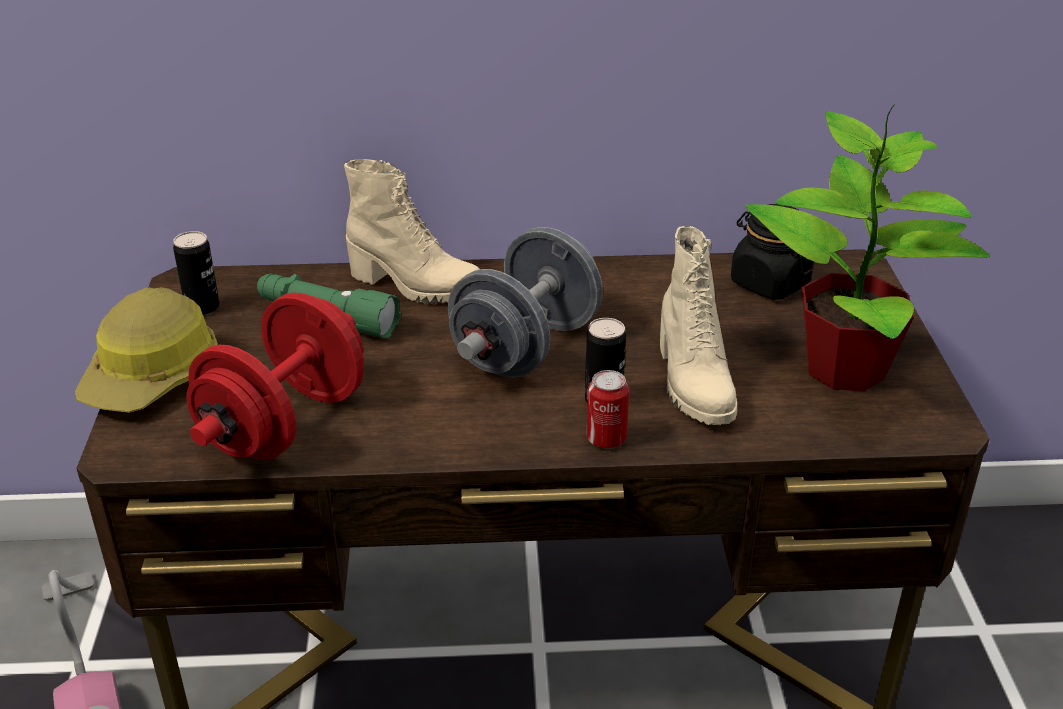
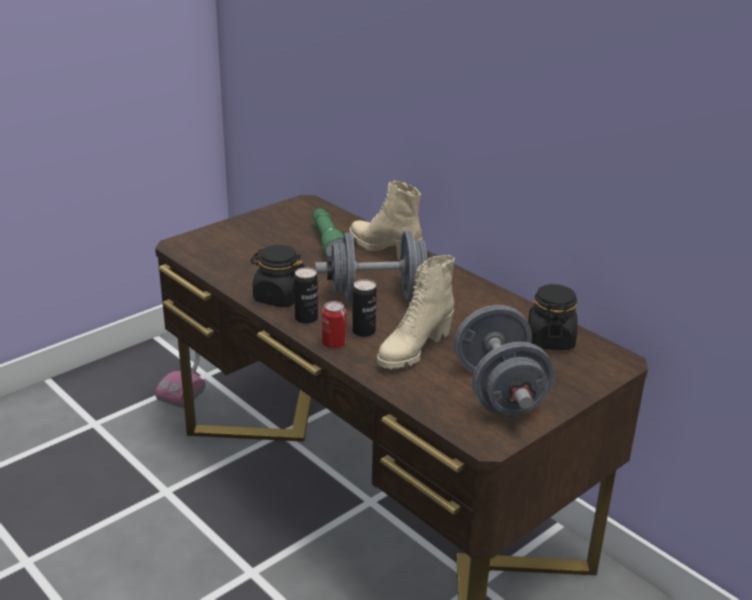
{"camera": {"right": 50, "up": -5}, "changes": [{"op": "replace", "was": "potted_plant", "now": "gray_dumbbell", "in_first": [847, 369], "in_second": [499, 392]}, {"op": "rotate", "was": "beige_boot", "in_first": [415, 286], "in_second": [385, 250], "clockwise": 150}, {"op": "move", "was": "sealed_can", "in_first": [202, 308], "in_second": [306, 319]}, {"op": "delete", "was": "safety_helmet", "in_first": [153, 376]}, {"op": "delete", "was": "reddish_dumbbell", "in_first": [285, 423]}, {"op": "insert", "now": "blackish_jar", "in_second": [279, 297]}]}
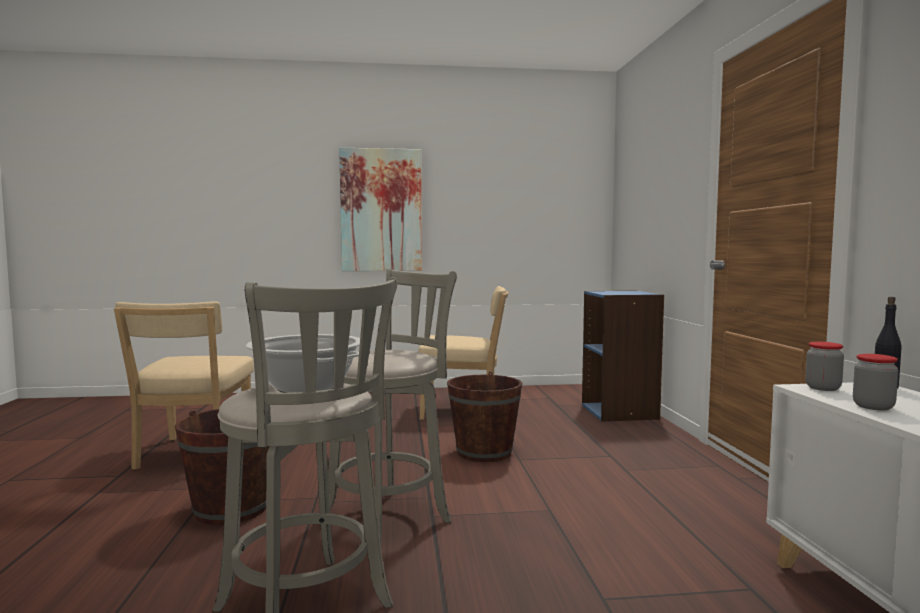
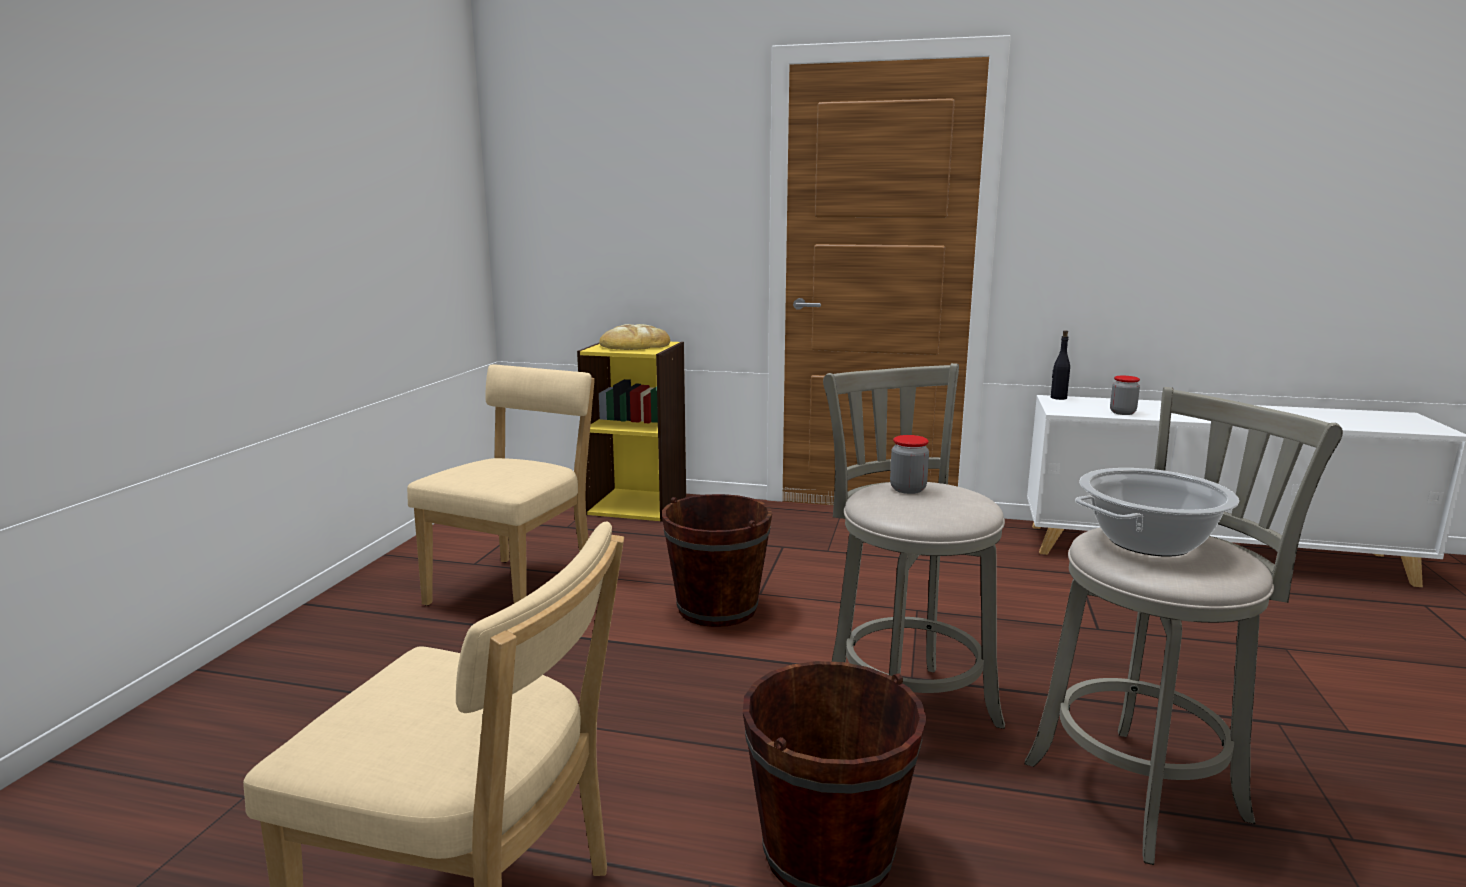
{"camera": {"right": -70, "up": 10}, "changes": [{"op": "delete", "was": "picture", "in_first": [381, 210]}, {"op": "recolor", "was": "bluish_bookcase", "now": "yellow-coloured_bookcase", "in_first": [620, 412], "in_second": [637, 504]}, {"op": "move", "was": "jar", "in_first": [823, 388], "in_second": [908, 489]}, {"op": "insert", "now": "baked_bread", "in_second": [634, 345]}]}
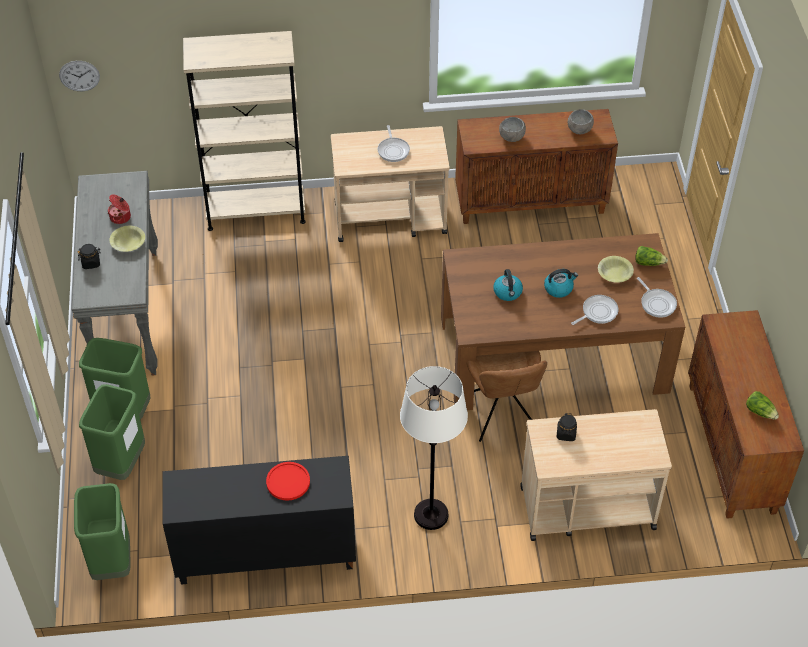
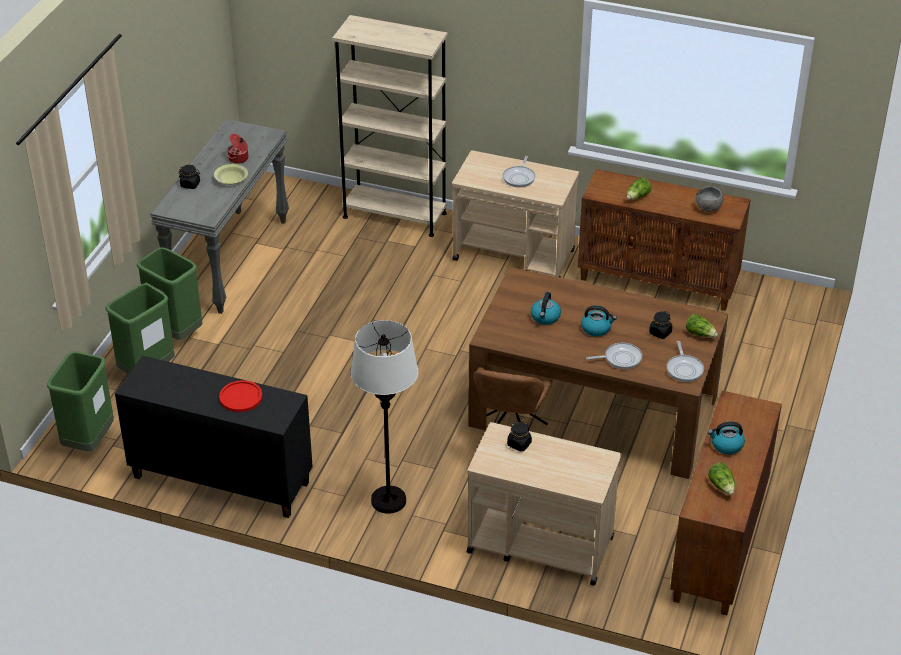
{"camera": {"right": 25, "up": -10}, "changes": [{"op": "delete", "was": "hanging_clock", "in_first": [79, 76]}, {"op": "replace", "was": "gray_deep_dish", "now": "head_of_lettuce", "in_first": [512, 137], "in_second": [637, 197]}, {"op": "replace", "was": "yellow-coloured_deep_dish", "now": "blackish_jar", "in_first": [614, 273], "in_second": [660, 333]}, {"op": "insert", "now": "tea_kettle", "in_second": [726, 445]}]}
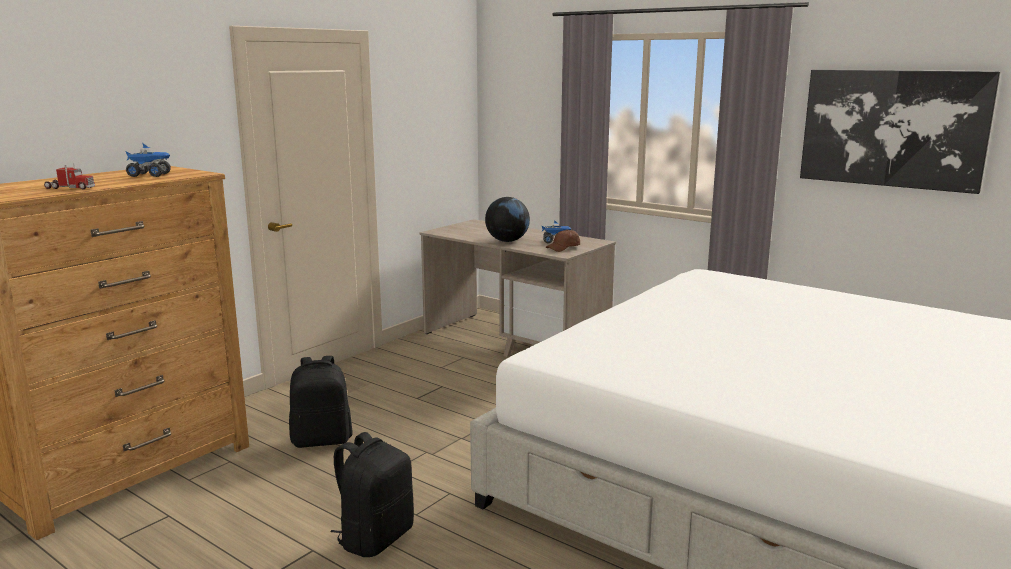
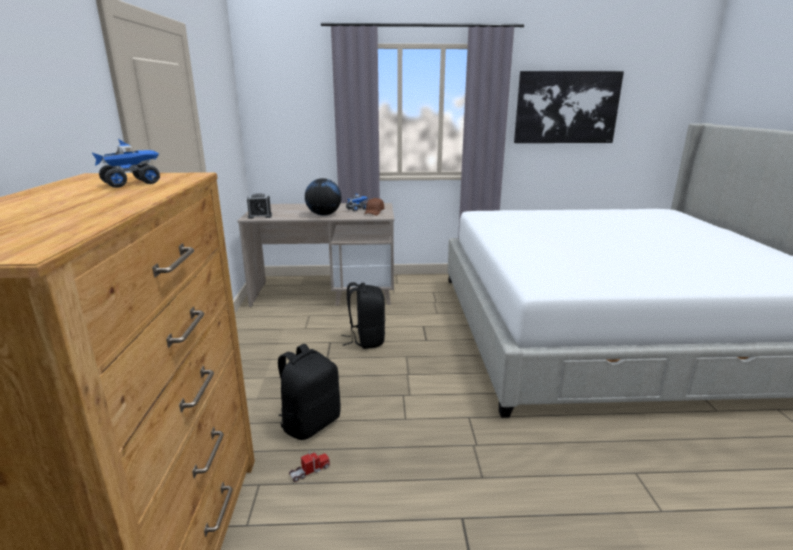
{"camera": {"right": -40, "up": 5}, "changes": [{"op": "move", "was": "model_truck", "in_first": [70, 188], "in_second": [310, 471]}, {"op": "move", "was": "blackish_knapsack", "in_first": [375, 538], "in_second": [366, 340]}, {"op": "insert", "now": "table_clock", "in_second": [260, 216]}]}
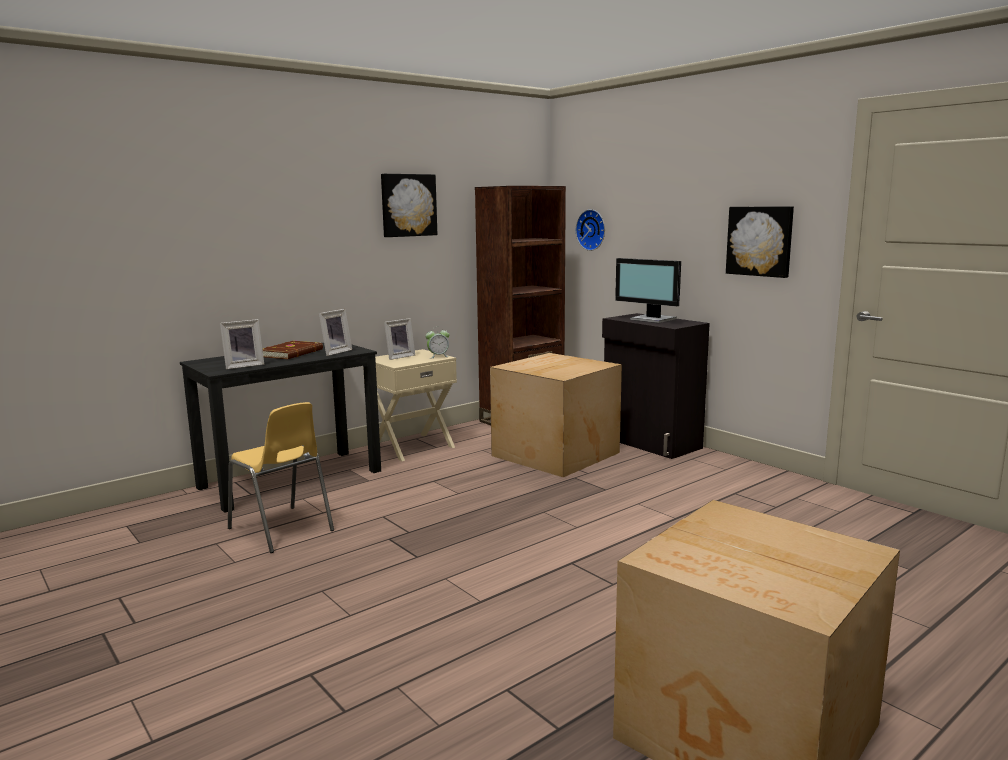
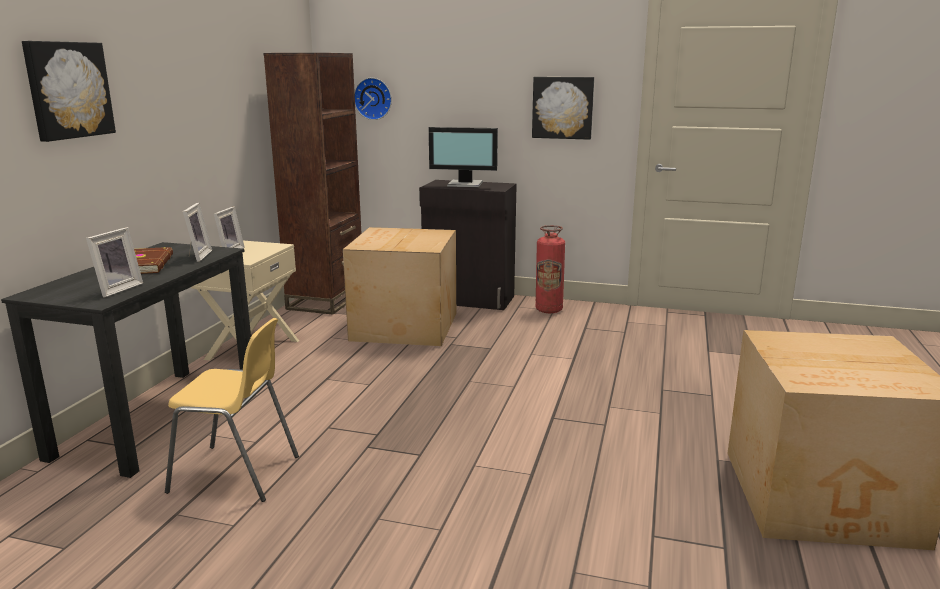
{"camera": {"right": -35, "up": 5}, "changes": [{"op": "move", "was": "picture", "in_first": [408, 205], "in_second": [68, 90]}, {"op": "delete", "was": "table_clock", "in_first": [438, 356]}, {"op": "insert", "now": "fire_extinguisher", "in_second": [549, 310]}]}
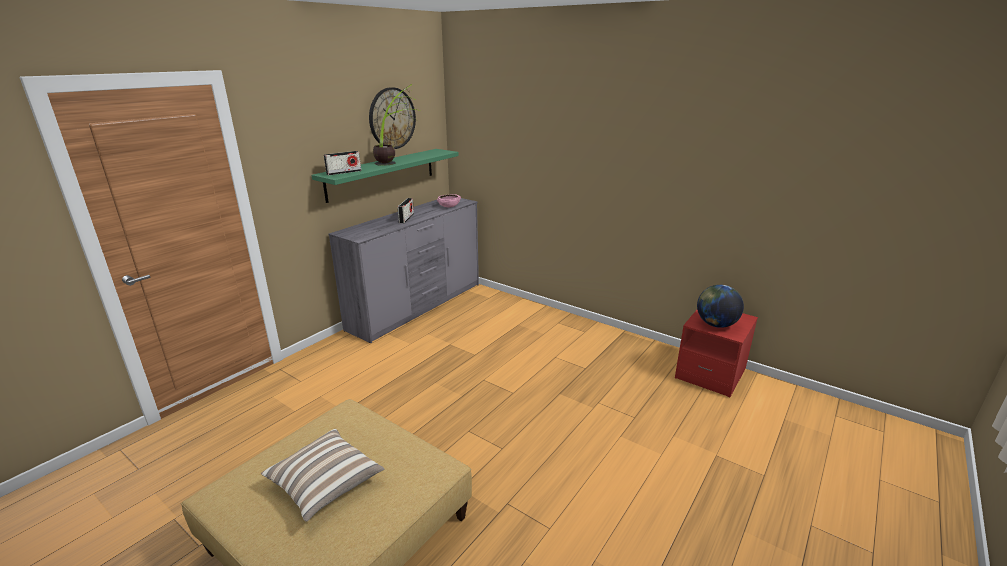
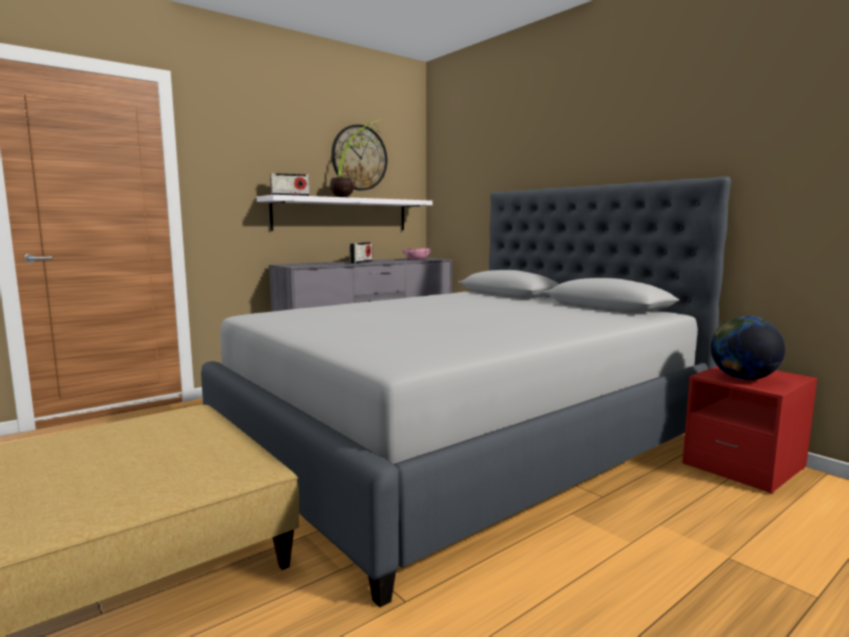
{"camera": {"right": 15, "up": -15}, "changes": [{"op": "recolor", "was": "green-coloured_bracket_shelf", "now": "white-coloured_bracket_shelf", "in_first": [382, 174], "in_second": [342, 214]}, {"op": "delete", "was": "throw_pillow", "in_first": [325, 484]}, {"op": "insert", "now": "gray_bed", "in_second": [462, 442]}]}
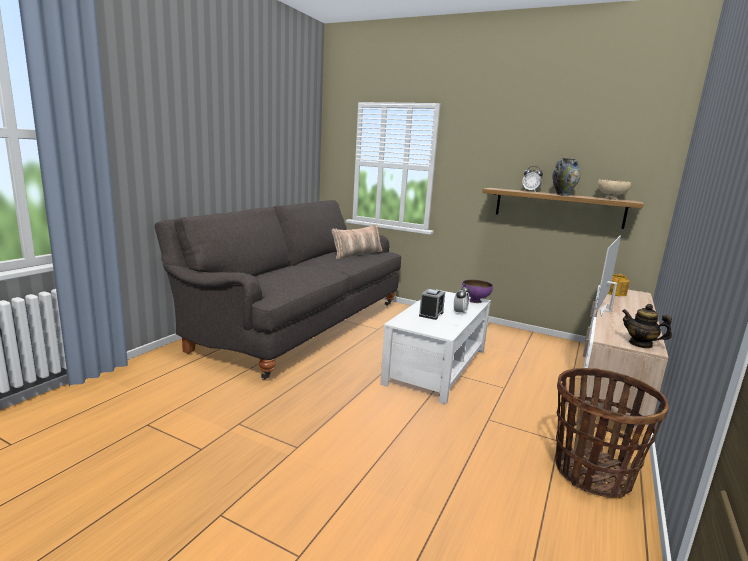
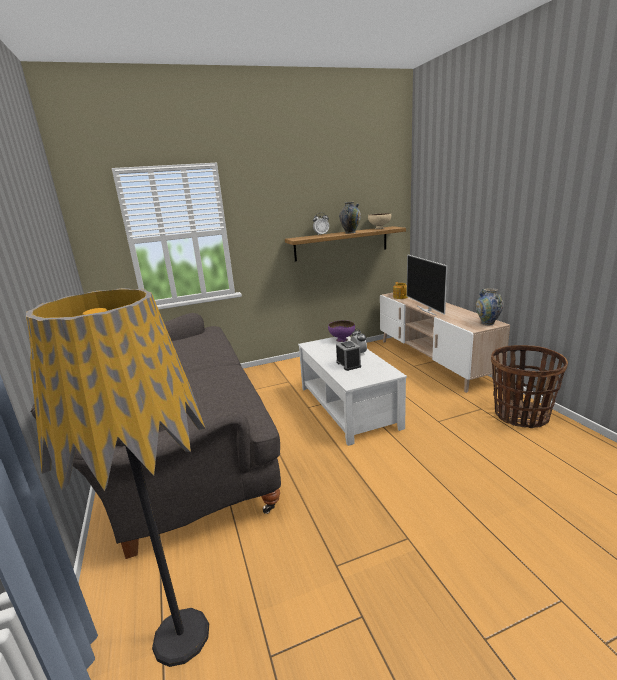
{"camera": {"right": -45, "up": 5}, "changes": [{"op": "delete", "was": "throw_pillow", "in_first": [357, 254]}, {"op": "replace", "was": "teapot", "now": "flower_vase", "in_first": [640, 344], "in_second": [487, 323]}, {"op": "insert", "now": "standard_lamp", "in_second": [181, 636]}]}
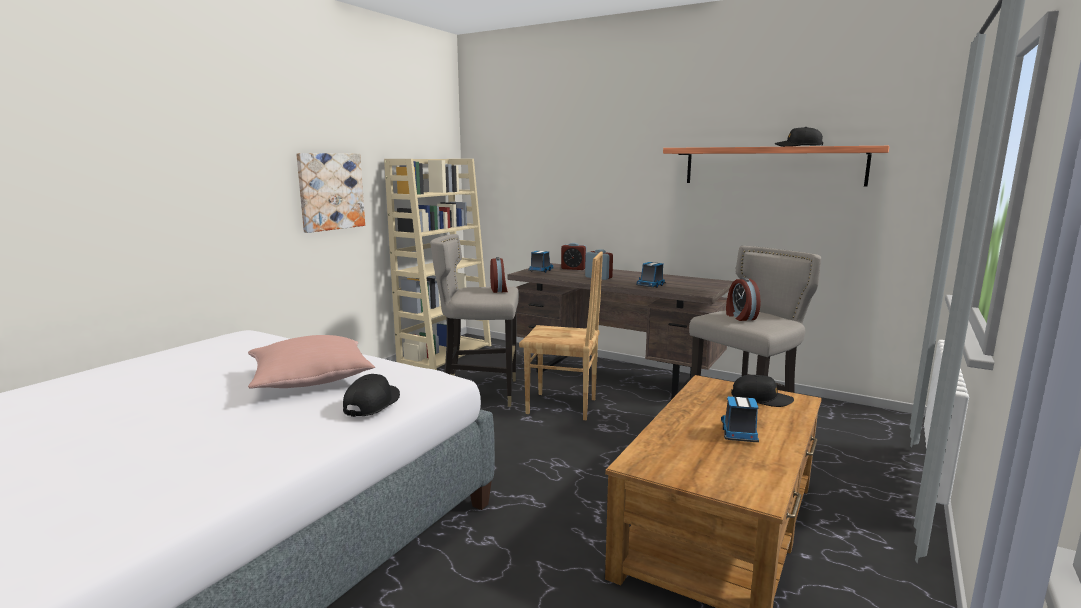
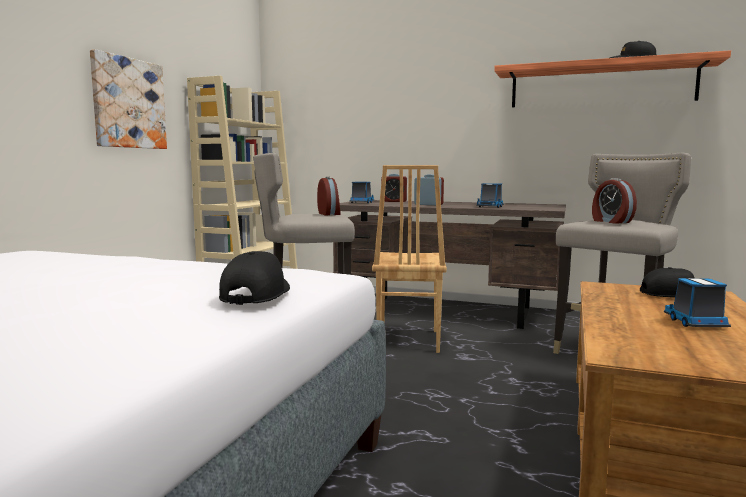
{"camera": {"right": -10, "up": -5}, "changes": [{"op": "rotate", "was": "brown_upright_chair", "in_first": [562, 407], "in_second": [407, 340], "clockwise": 90}, {"op": "delete", "was": "pinkish_throw_pillow", "in_first": [311, 380]}]}
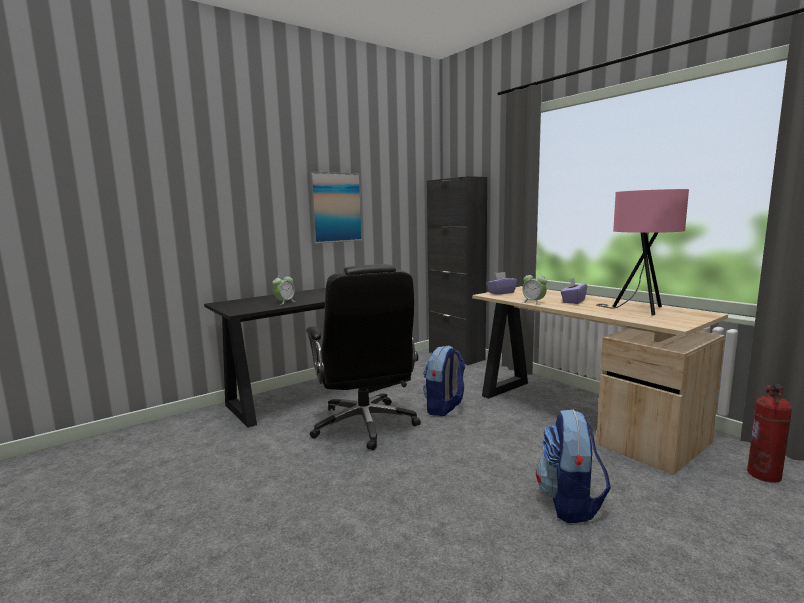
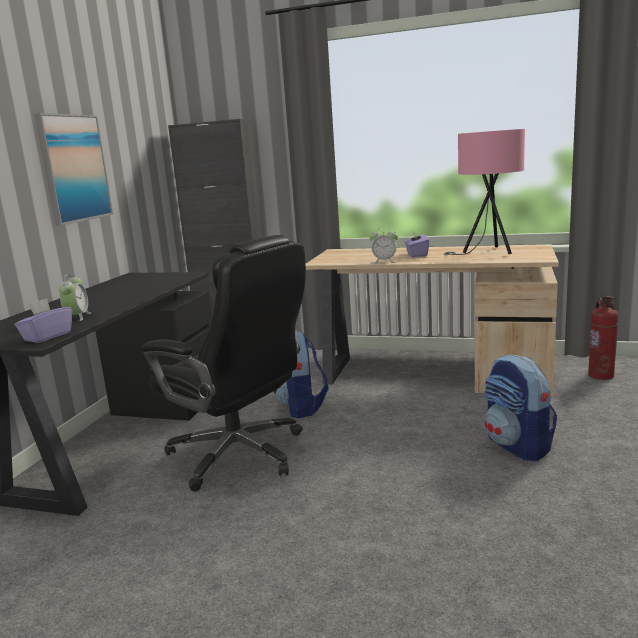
{"camera": {"right": -35, "up": 5}, "changes": [{"op": "move", "was": "purplish_box_of_tissues", "in_first": [501, 293], "in_second": [47, 336]}]}
